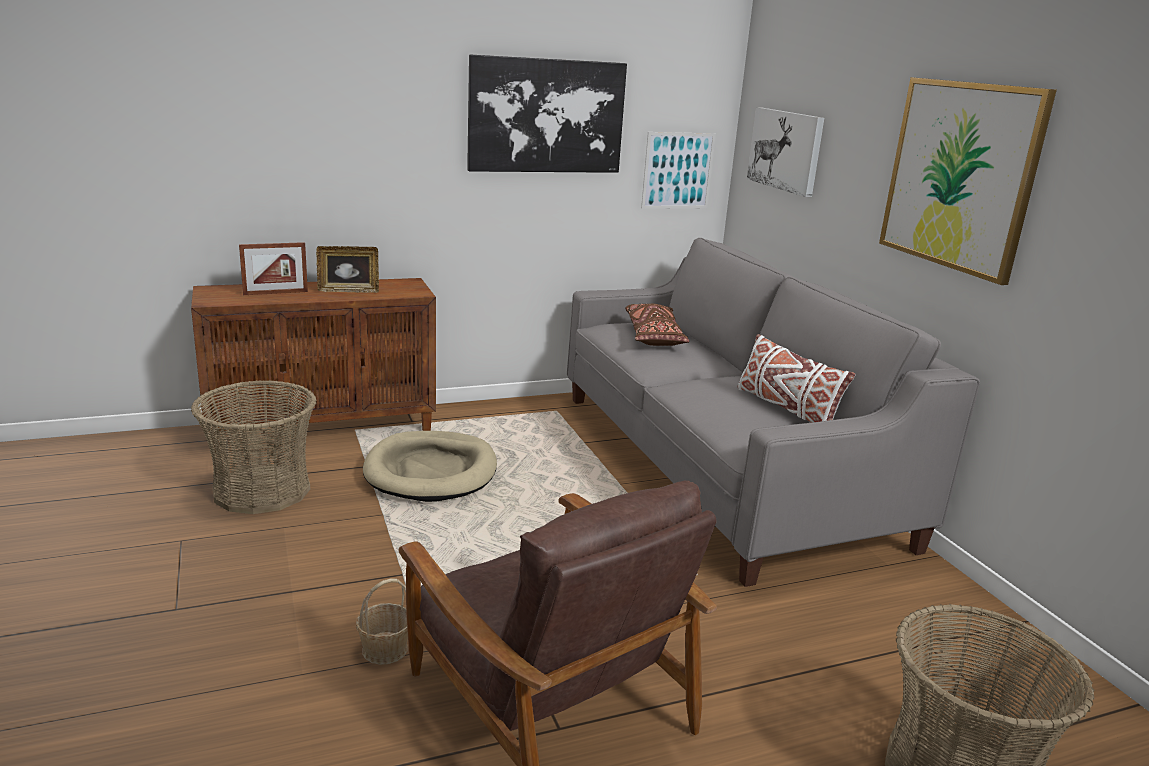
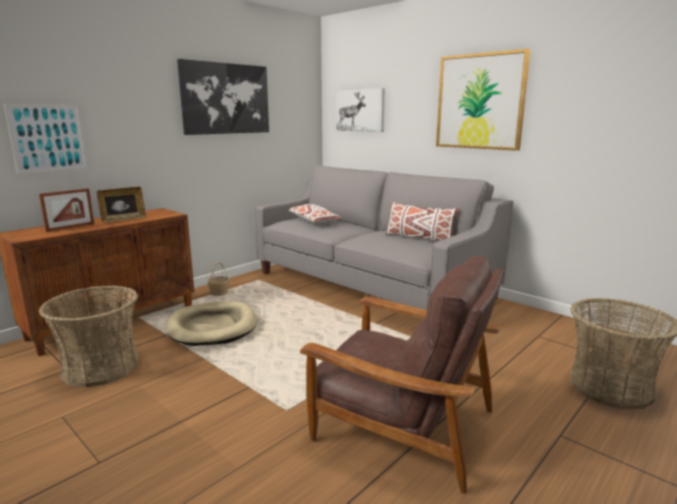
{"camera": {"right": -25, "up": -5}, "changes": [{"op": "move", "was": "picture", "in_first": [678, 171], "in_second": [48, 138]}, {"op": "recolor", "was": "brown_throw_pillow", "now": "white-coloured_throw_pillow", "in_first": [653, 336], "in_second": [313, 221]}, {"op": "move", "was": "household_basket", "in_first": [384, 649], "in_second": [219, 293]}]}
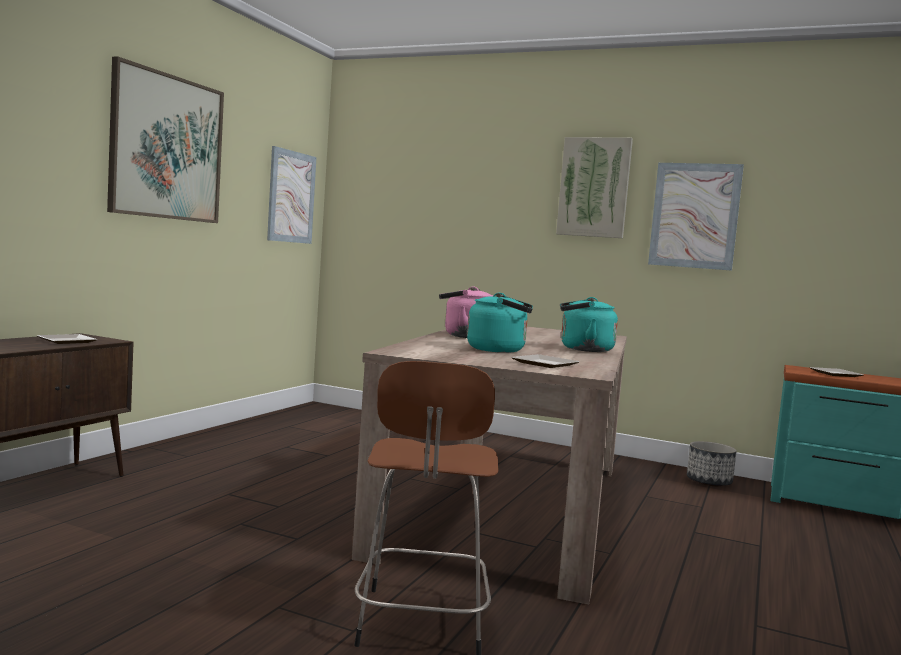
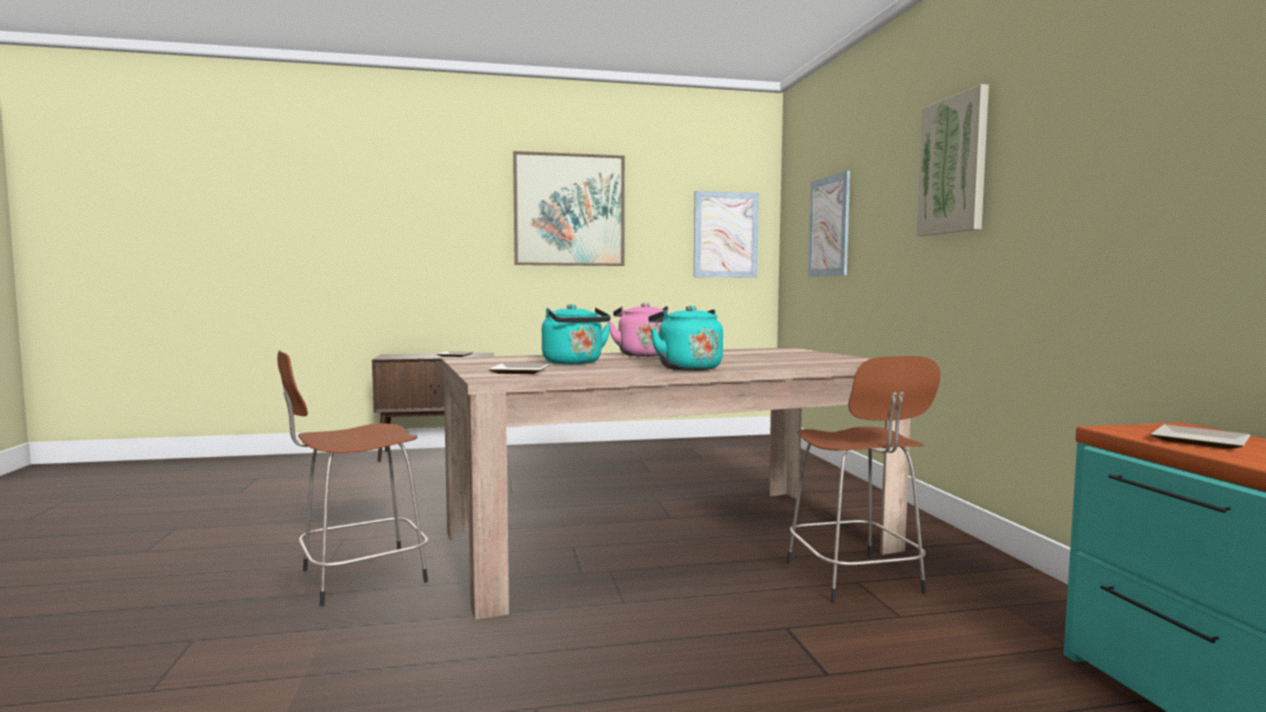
{"camera": {"right": 55, "up": 0}, "changes": [{"op": "move", "was": "picture", "in_first": [694, 216], "in_second": [829, 226]}, {"op": "delete", "was": "plant_pot", "in_first": [708, 482]}, {"op": "insert", "now": "brown_stool_seat", "in_second": [855, 579]}]}
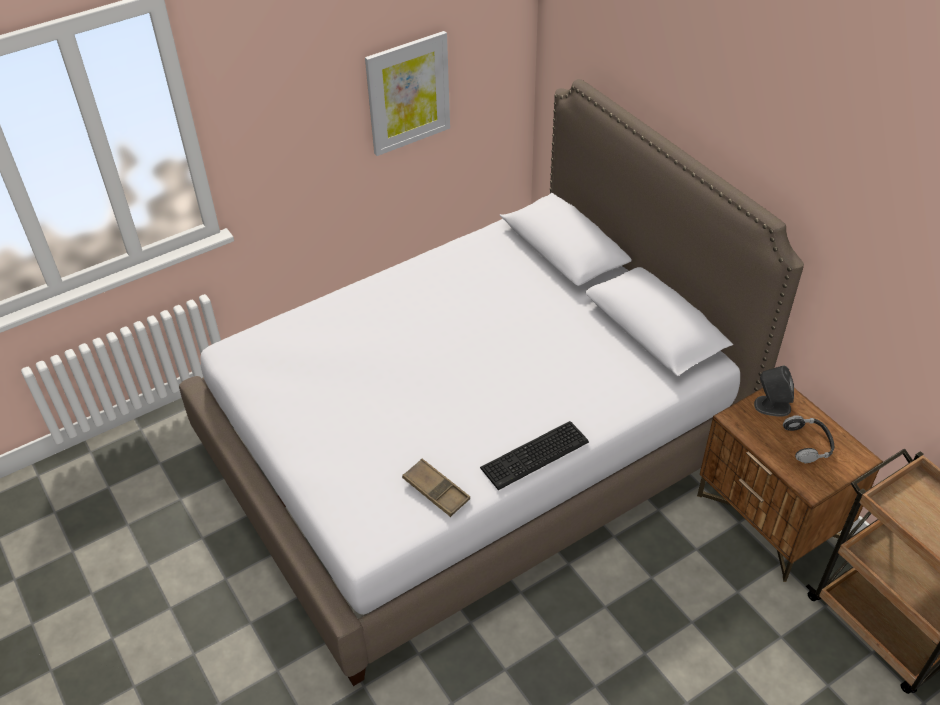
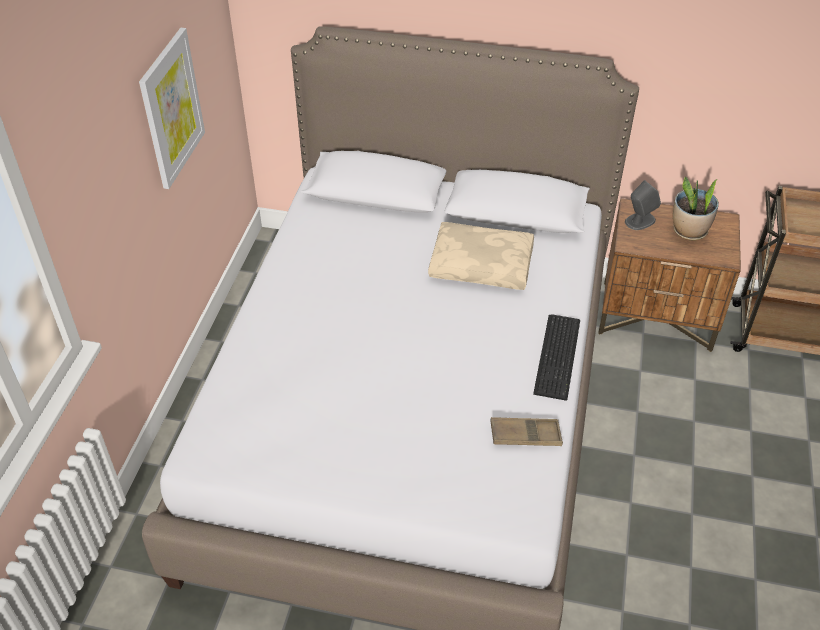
{"camera": {"right": -45, "up": 0}, "changes": [{"op": "replace", "was": "pair_of_headphones", "now": "potted_plant", "in_first": [808, 443], "in_second": [689, 231]}, {"op": "insert", "now": "beige_throw_pillow", "in_second": [482, 264]}]}
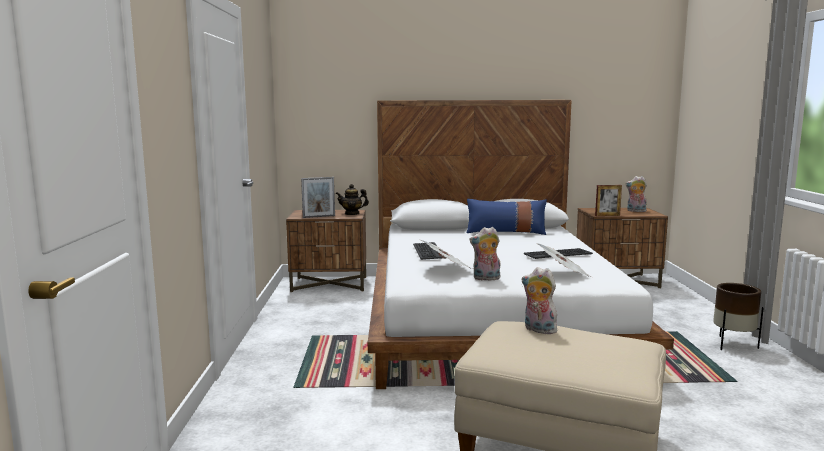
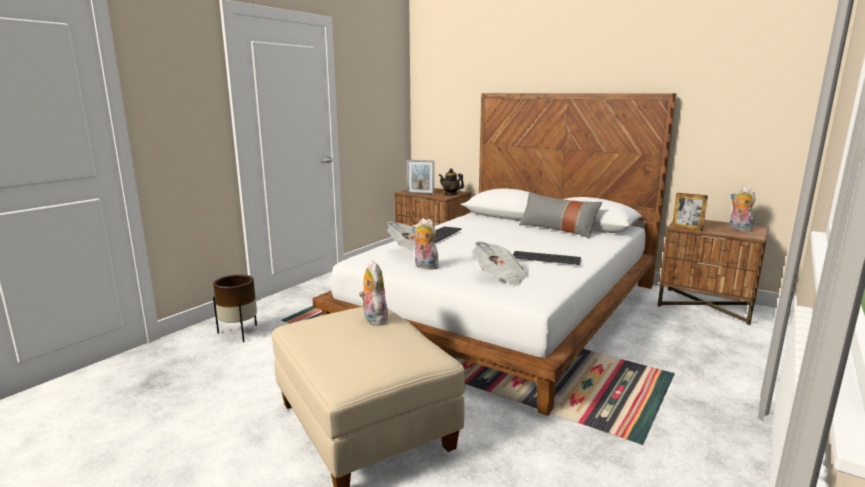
{"camera": {"right": 35, "up": 5}, "changes": [{"op": "recolor", "was": "bluish_throw_pillow", "now": "gray_throw_pillow", "in_first": [506, 232], "in_second": [557, 230]}, {"op": "move", "was": "brown_plant_pot", "in_first": [732, 344], "in_second": [239, 333]}]}
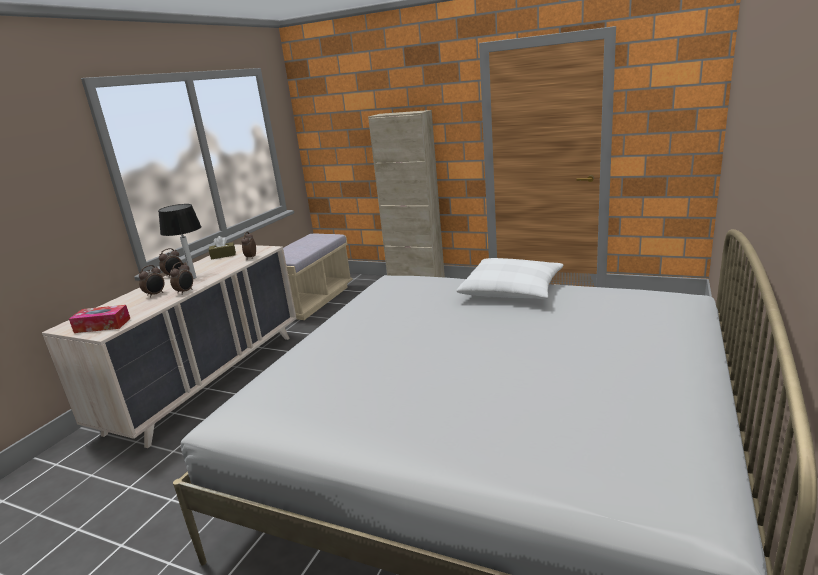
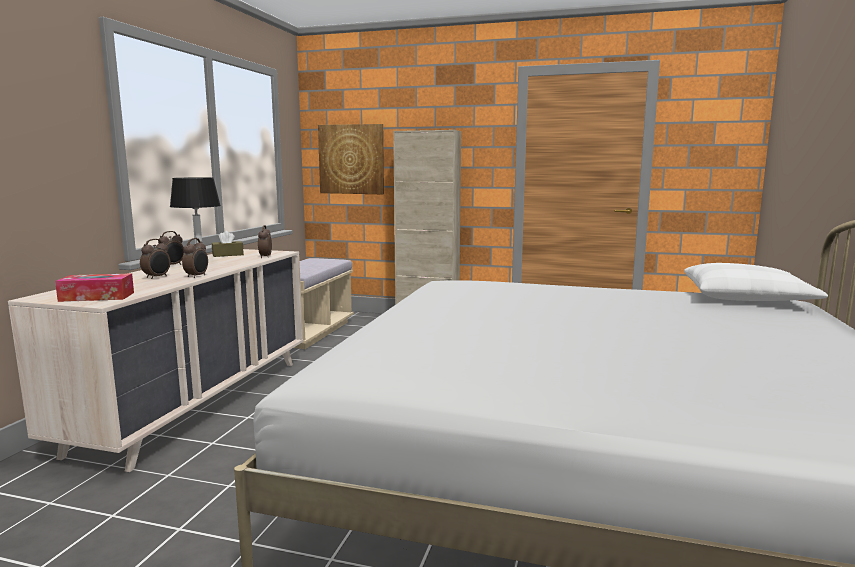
{"camera": {"right": -10, "up": -10}, "changes": [{"op": "move", "was": "white-coloured_throw_pillow", "in_first": [512, 290], "in_second": [746, 298]}, {"op": "insert", "now": "picture", "in_second": [351, 159]}]}
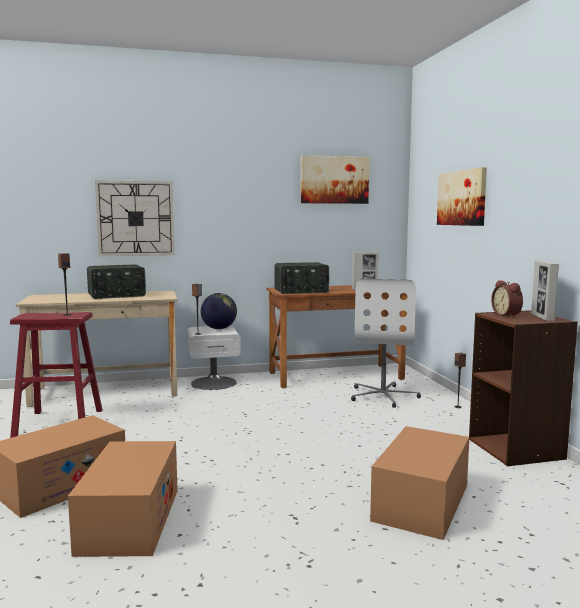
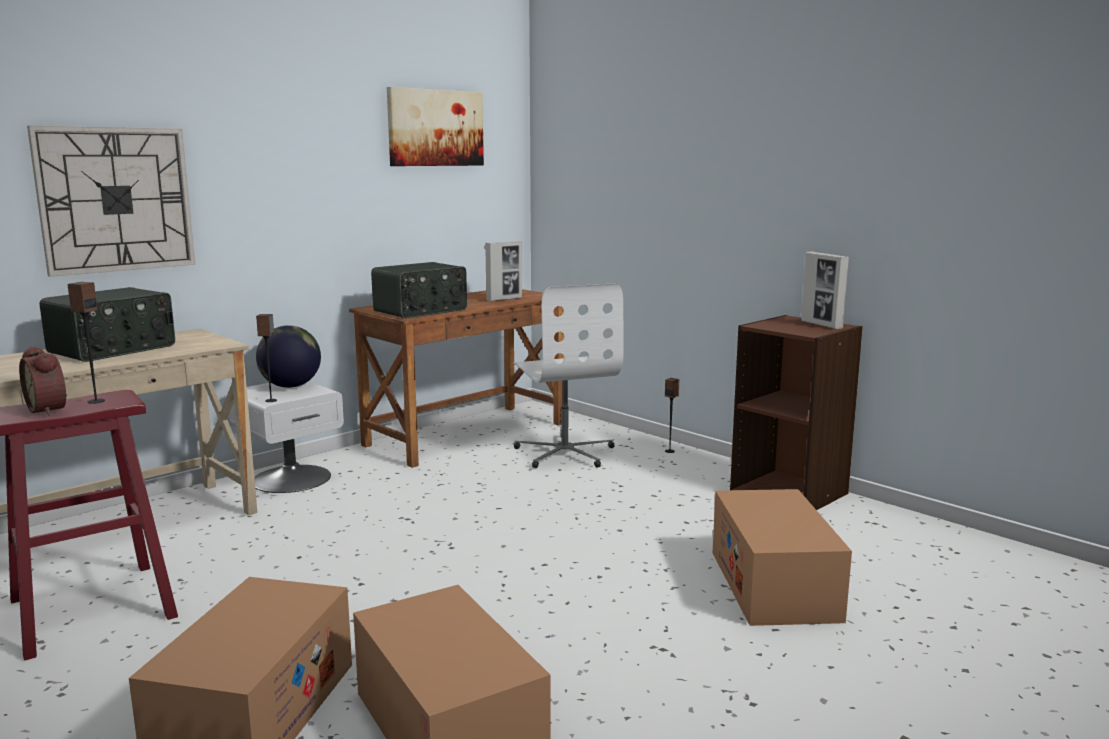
{"camera": {"right": -30, "up": 5}, "changes": [{"op": "delete", "was": "picture", "in_first": [462, 198]}, {"op": "move", "was": "table_clock", "in_first": [507, 315], "in_second": [50, 409]}]}
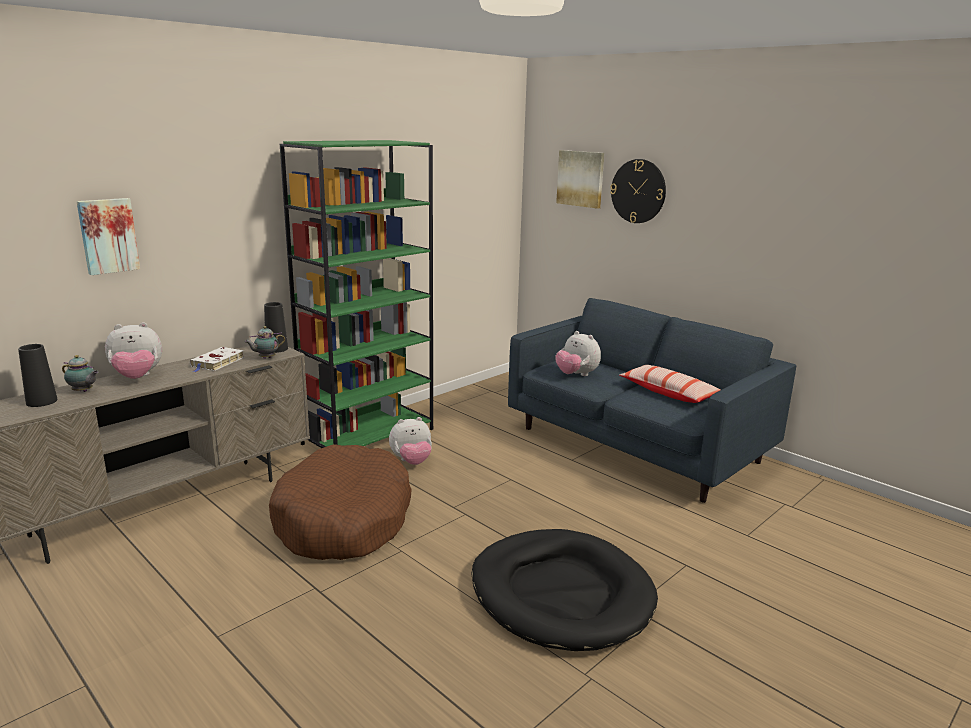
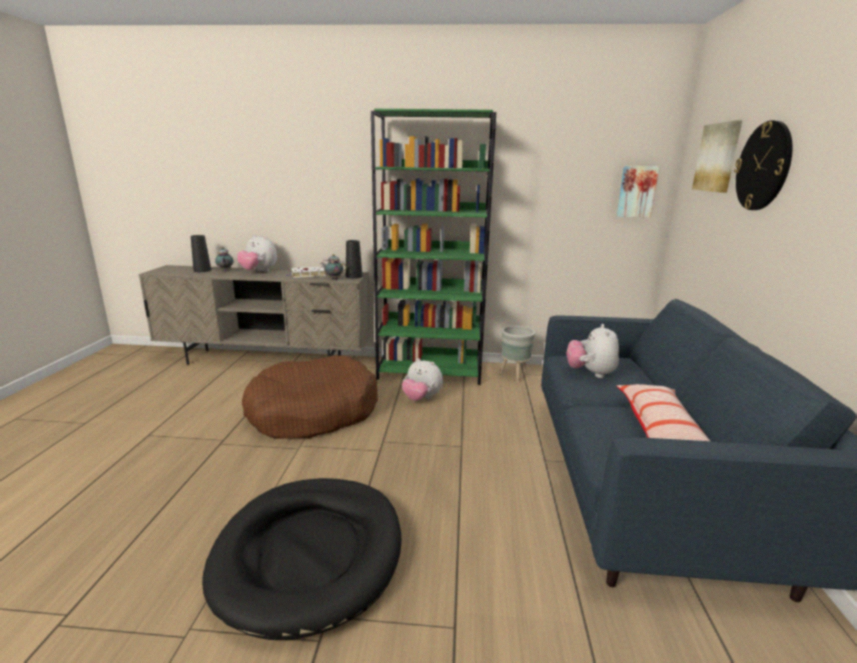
{"camera": {"right": 50, "up": 0}, "changes": [{"op": "move", "was": "picture", "in_first": [108, 235], "in_second": [636, 191]}, {"op": "insert", "now": "gray_plant_pot", "in_second": [515, 376]}]}
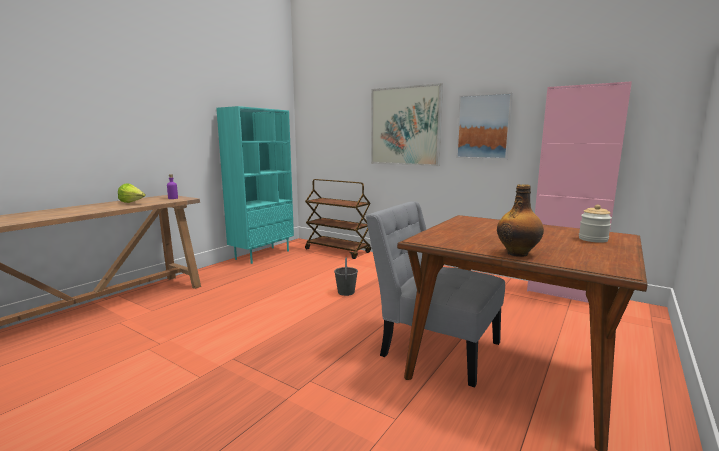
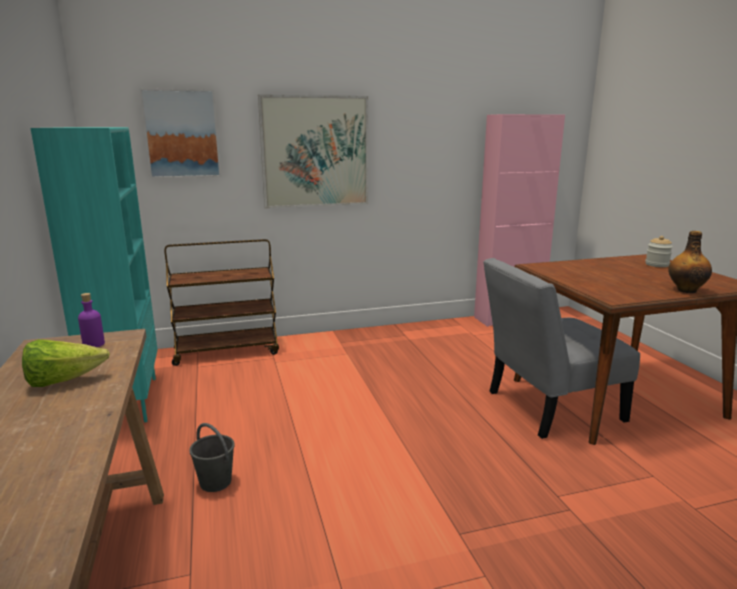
{"camera": {"right": -50, "up": 5}, "changes": [{"op": "move", "was": "picture", "in_first": [483, 127], "in_second": [182, 134]}, {"op": "move", "was": "gray_water_bucket", "in_first": [346, 292], "in_second": [215, 482]}]}
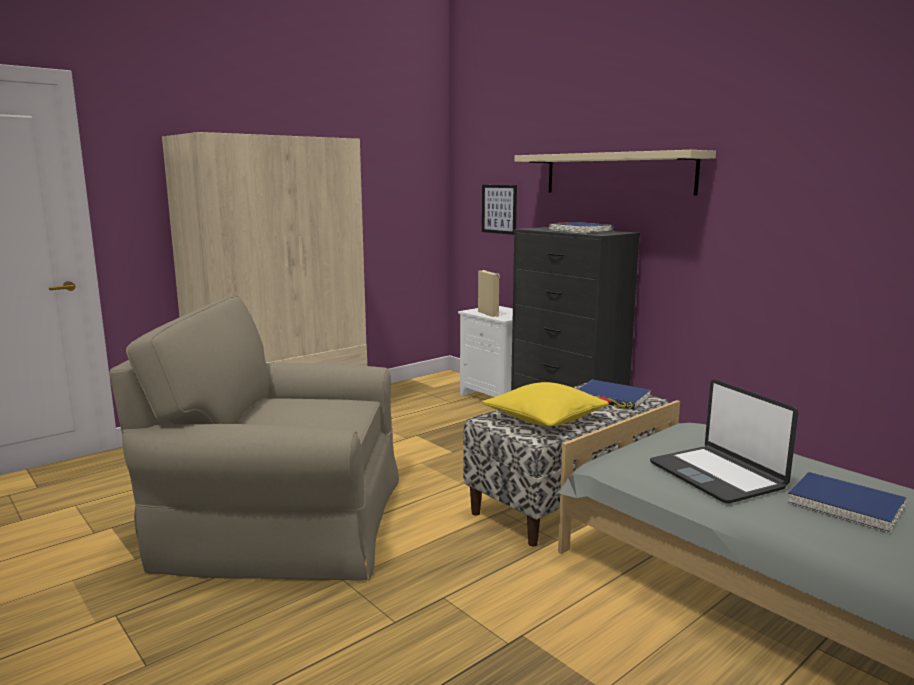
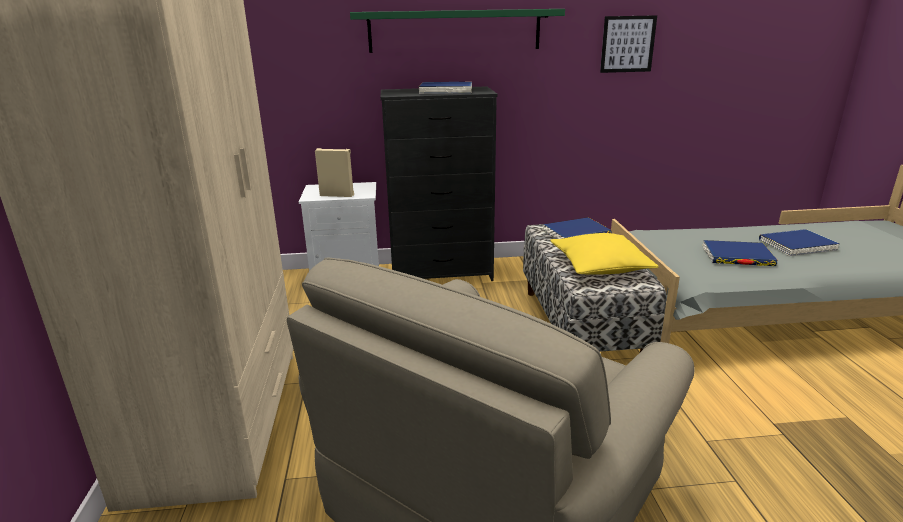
{"camera": {"right": -55, "up": 10}, "changes": [{"op": "recolor", "was": "beige_bracket_shelf", "now": "green-coloured_bracket_shelf", "in_first": [617, 173], "in_second": [454, 30]}, {"op": "move", "was": "picture", "in_first": [499, 209], "in_second": [627, 44]}, {"op": "replace", "was": "laptop", "now": "bluish_book", "in_first": [717, 475], "in_second": [737, 257]}]}
